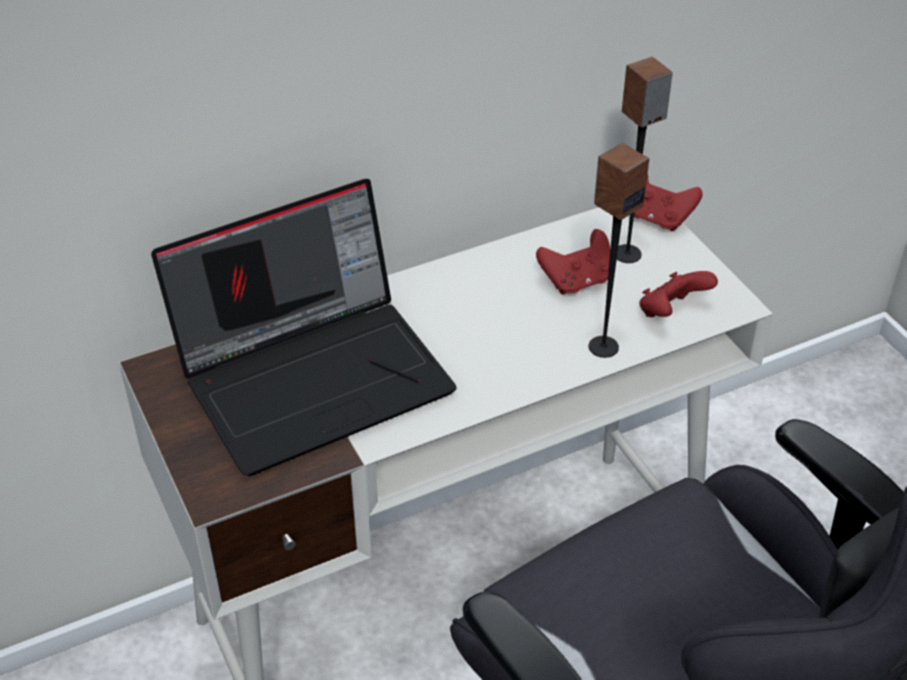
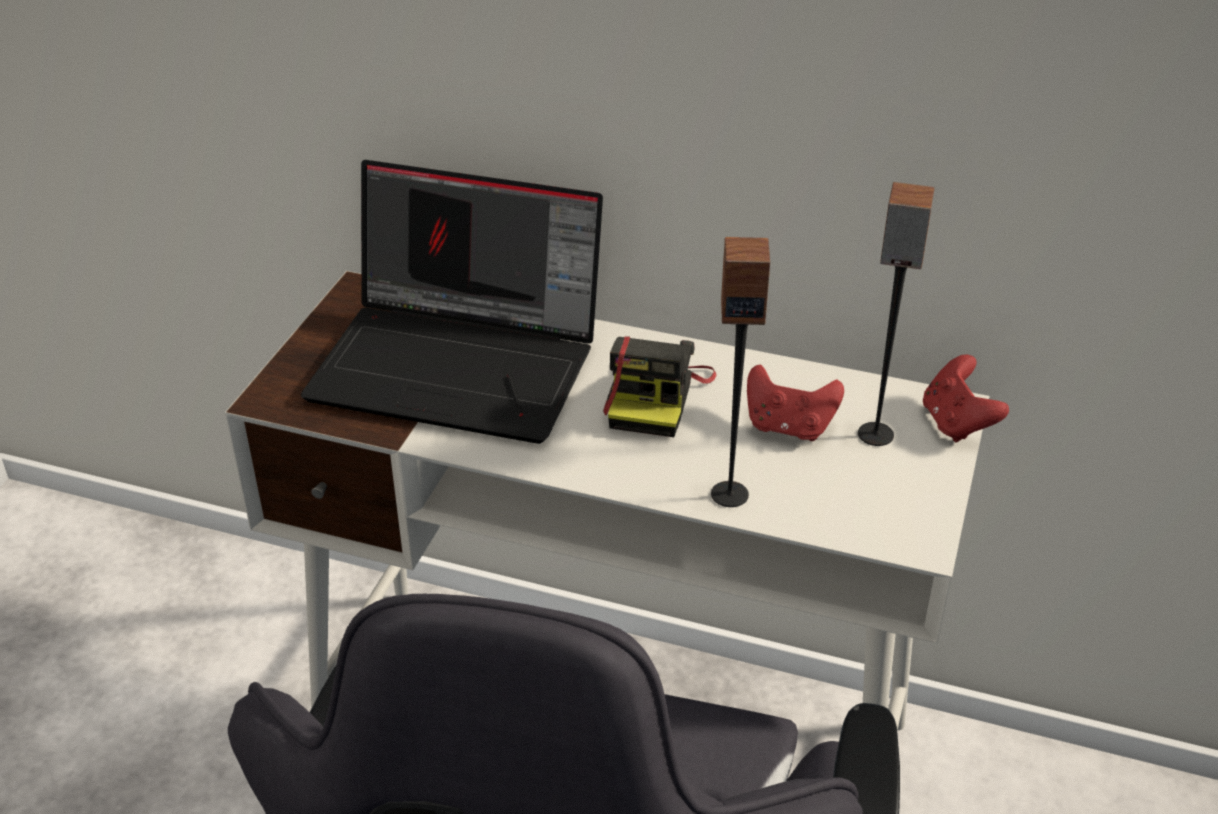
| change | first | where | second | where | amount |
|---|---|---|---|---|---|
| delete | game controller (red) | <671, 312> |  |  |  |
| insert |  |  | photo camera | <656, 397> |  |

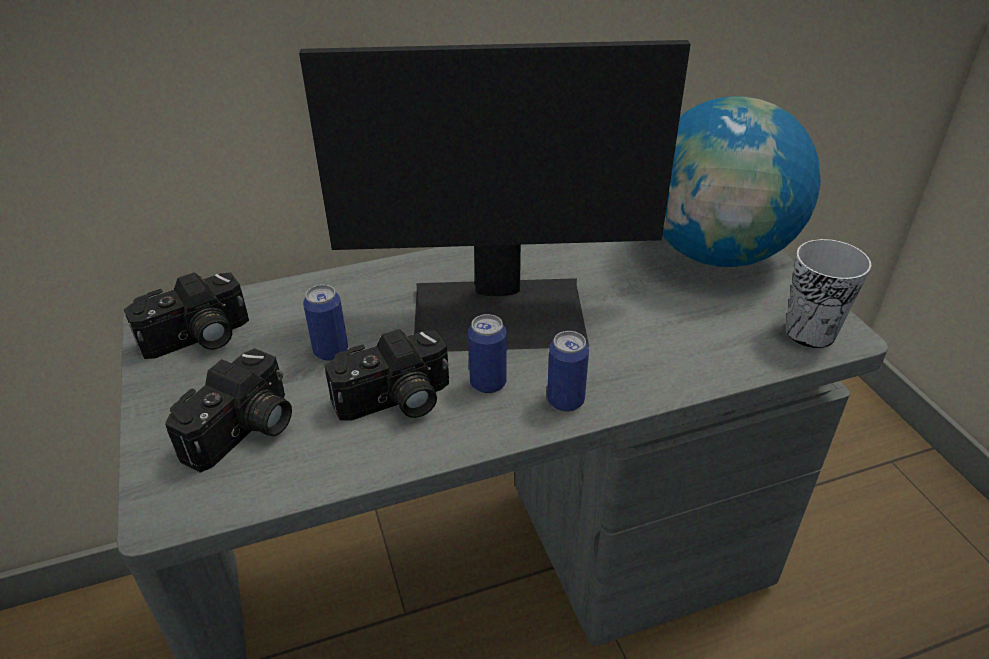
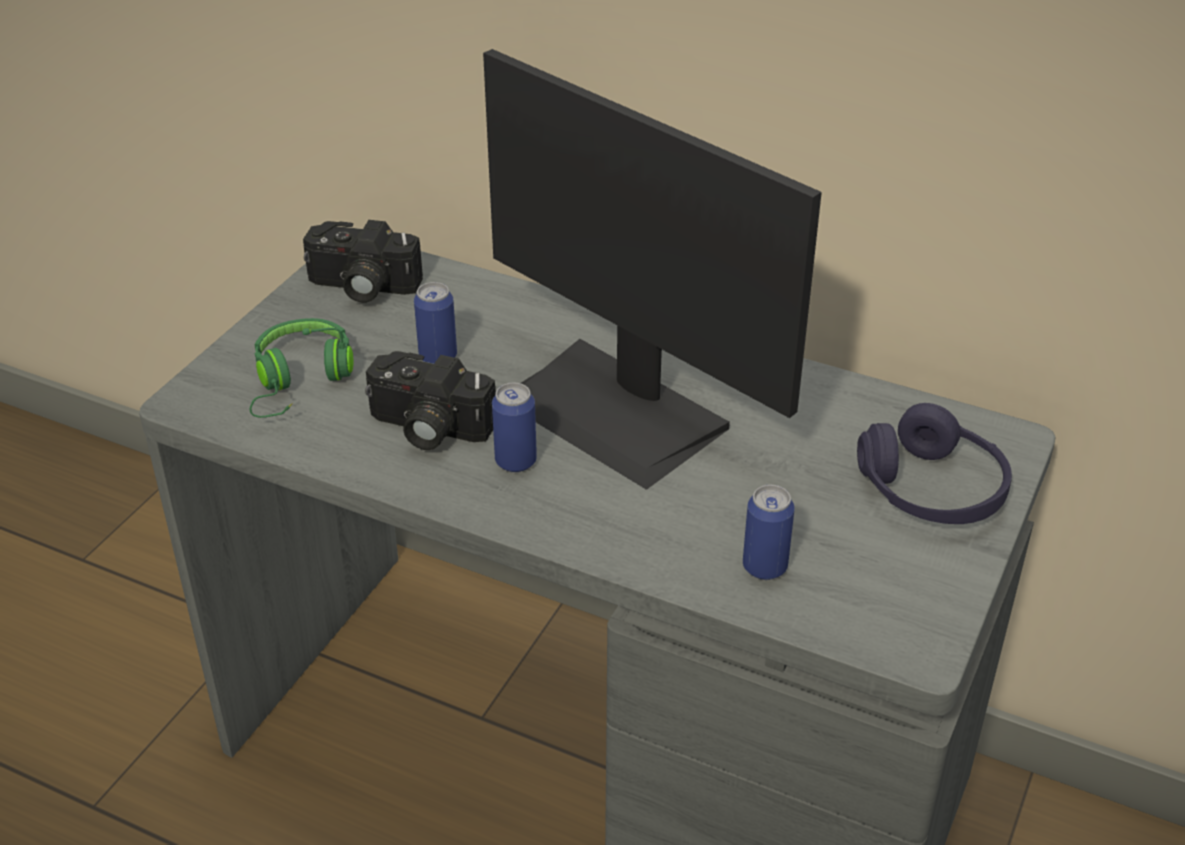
| change | first | where | second | where | amount |
|---|---|---|---|---|---|
| delete | cup | <810, 332> |  |  |  |
| move | can | <565, 401> |  | <764, 567> |  |
| replace | photo camera | <245, 432> | headphones (green) | <301, 380> |  |
| replace | globe | <716, 253> | headphones (purple) | <931, 490> |  |

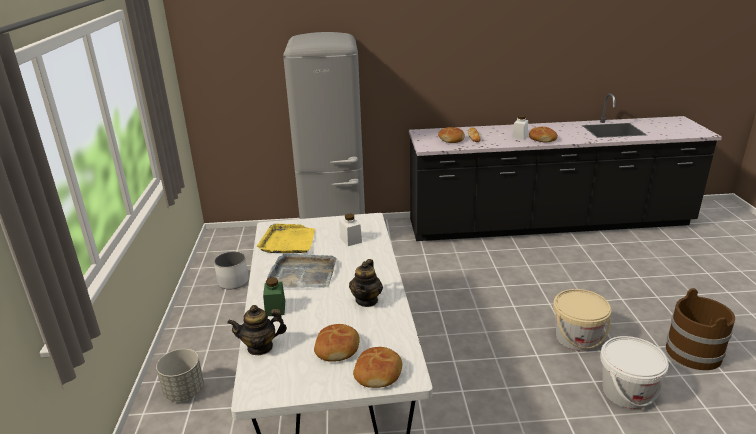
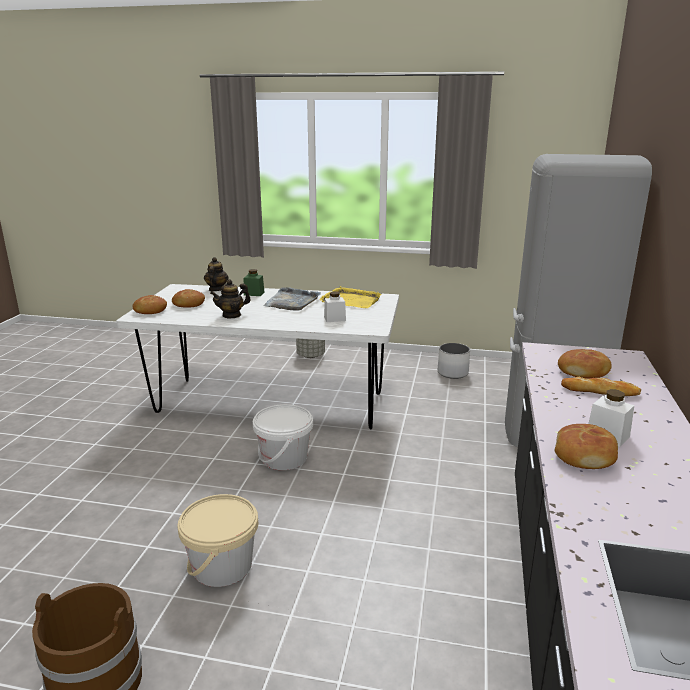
| change | first | where | second | where | amount |
|---|---|---|---|---|---|
| move | bucket (white) | <626, 392> |  | <284, 458> |  |
| rotate | teapot | <367, 300> |  | <232, 315> | 60 degrees counterclockwise |

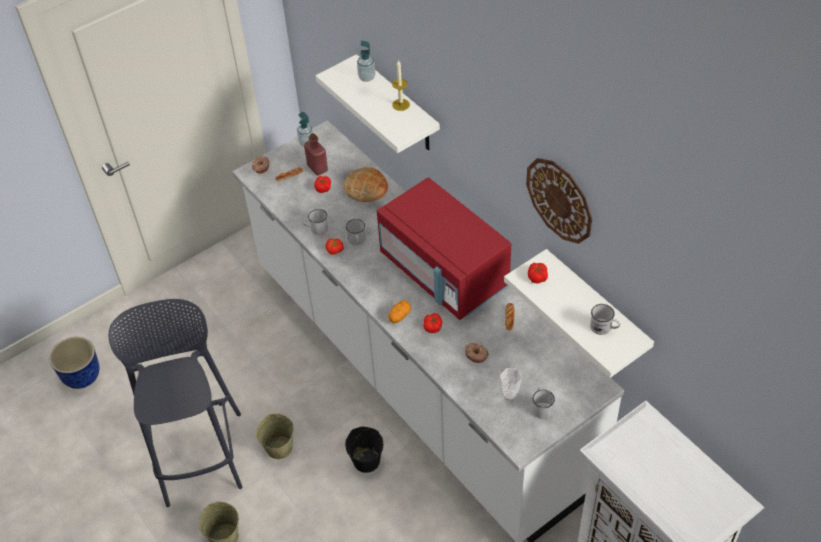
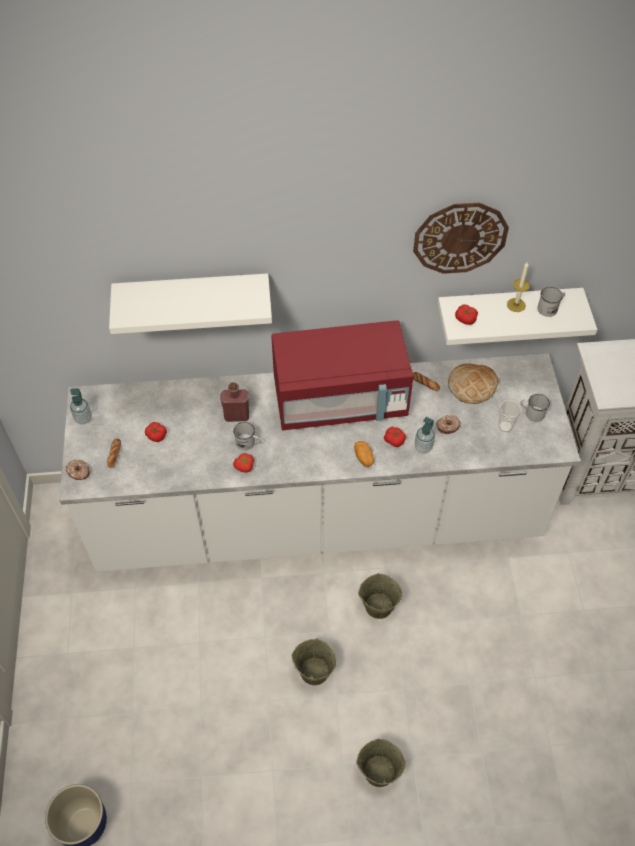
| change | first | where | second | where | amount |
|---|---|---|---|---|---|
| delete | stool (grey) | <198, 457> |  |  |  |
| delete | mug (white) | <316, 229> |  |  |  |
| move | bottle (red) | <317, 168> |  | <236, 416> |  |
| move | bread | <366, 188> |  | <472, 386> |  |
| move | soap dispenser | <367, 77> |  | <423, 447> |  |
| move | candle | <401, 104> |  | <516, 305> |  |
| recolor | bucket (black) | <366, 460> | bucket (beige) | <378, 606> |  |

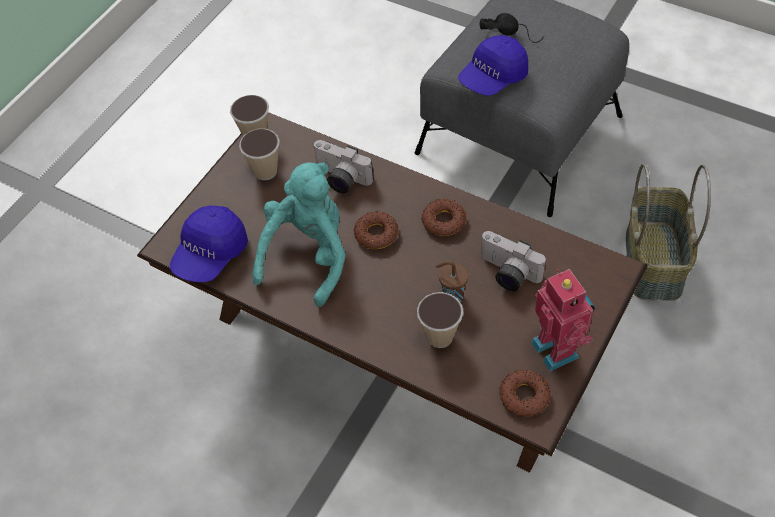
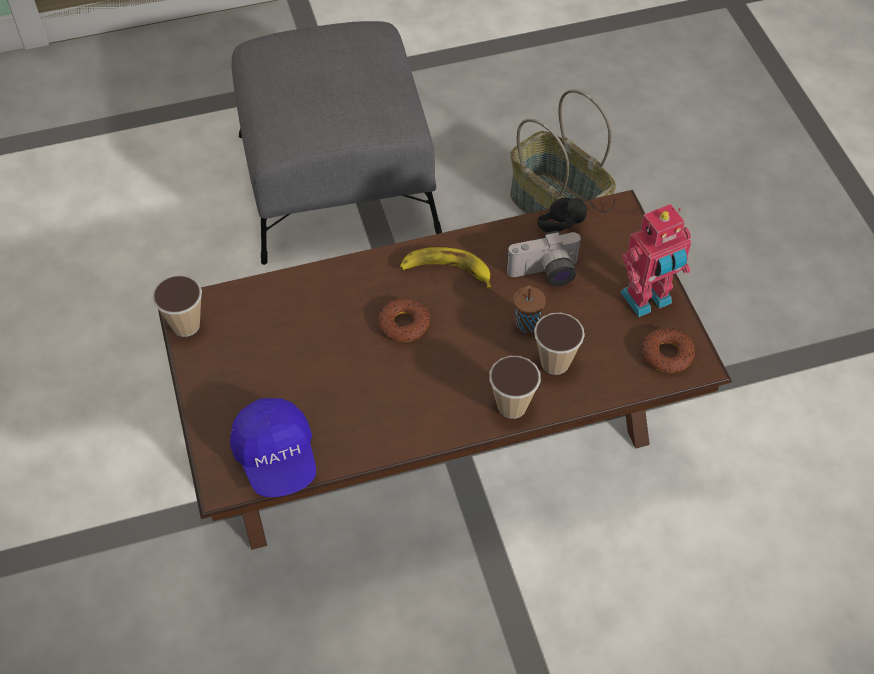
| change | first | where | second | where | amount |
|---|---|---|---|---|---|
| delete | plush toy (turquoise) | <308, 255> |  |  |  |
| delete | photo camera | <340, 179> |  |  |  |
| delete | cap (blue) | <493, 78> |  |  |  |
| move | cup | <265, 171> |  | <512, 406> |  |
| move | headphones (black) | <511, 34> |  | <573, 218> |  |
| replace | donut | <443, 221> | banana | <446, 271> |  |
| rotate | toy robot | <557, 348> |  | <648, 300> | 135 degrees clockwise |

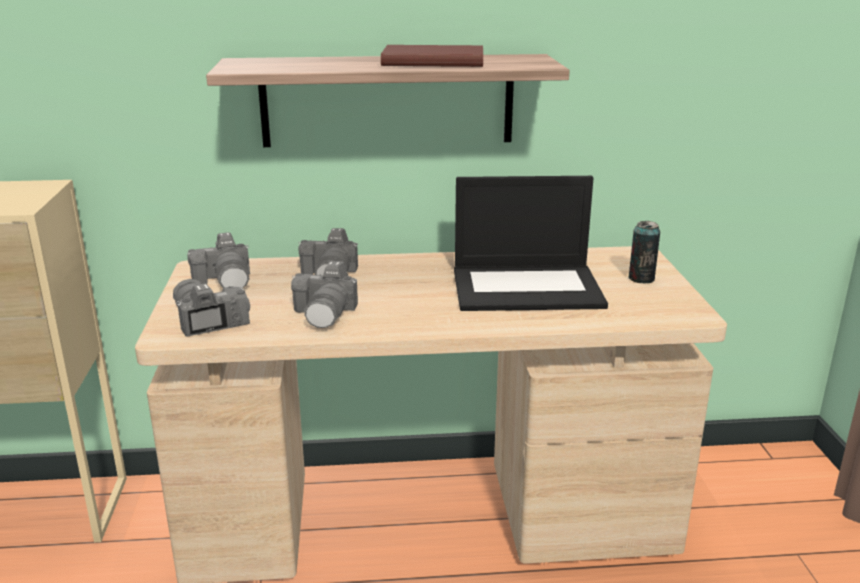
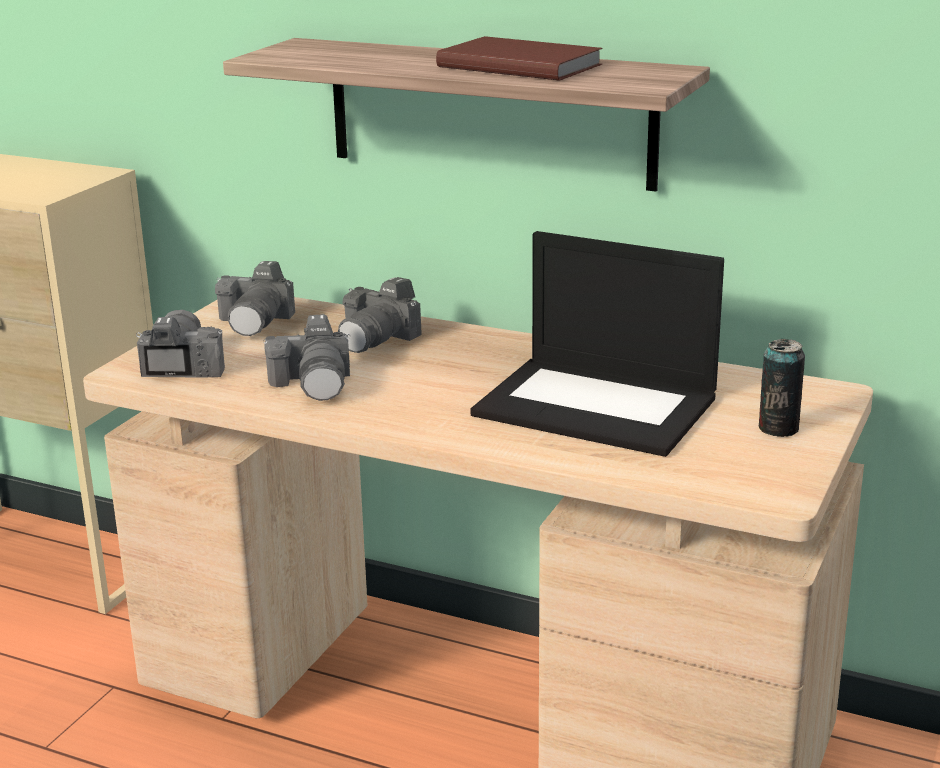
| change | first | where | second | where | amount |
|---|---|---|---|---|---|
| rotate | photo camera | <326, 313> |  | <315, 383> | 45 degrees counterclockwise |

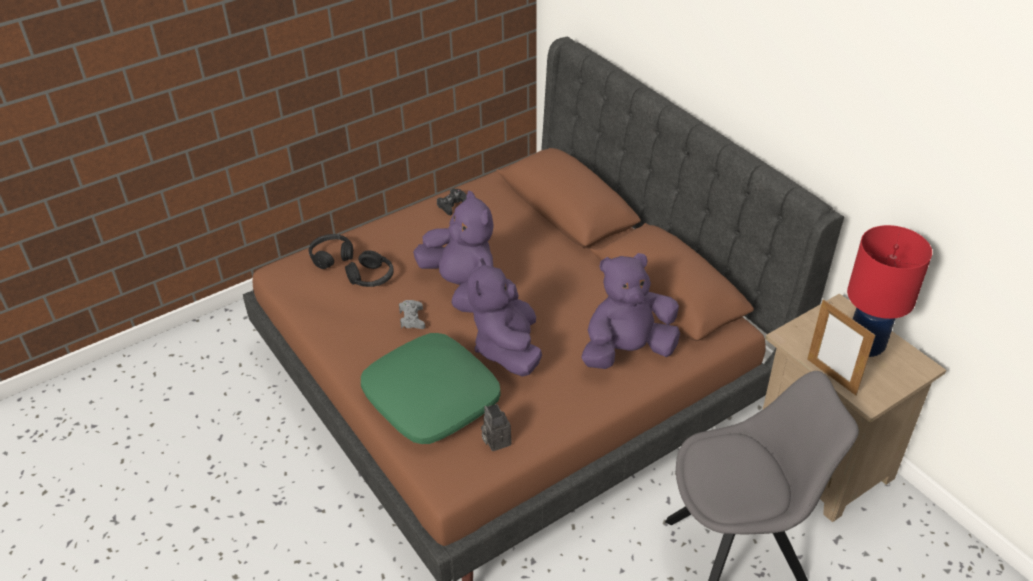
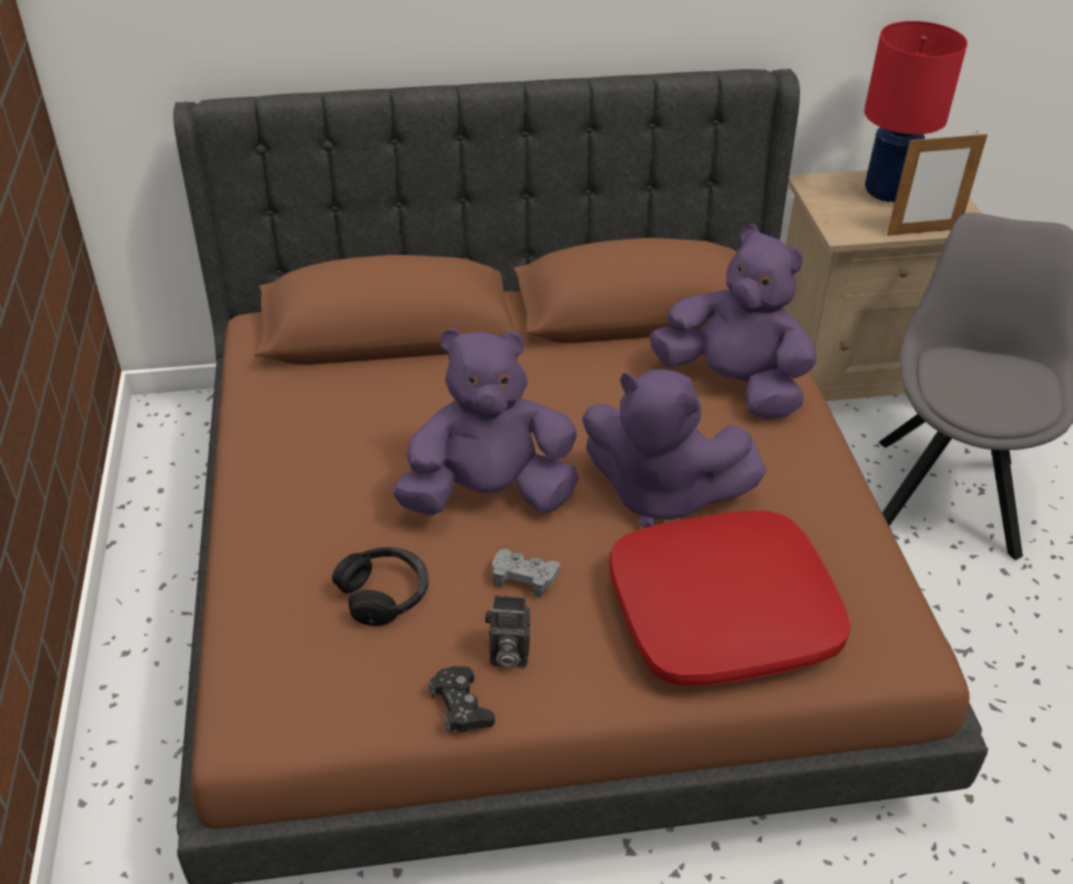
| change | first | where | second | where | amount |
|---|---|---|---|---|---|
| delete | headphones (black) | <331, 256> |  |  |  |
| move | game controller (black) | <452, 205> |  | <461, 706> |  |
| move | photo camera | <495, 440> |  | <507, 654> |  |
| recolor | pillow (green) | <432, 398> | pillow (red) | <722, 613> |  |
| rotate | plush toy (purple) | <627, 351> |  | <733, 385> | 120 degrees clockwise |

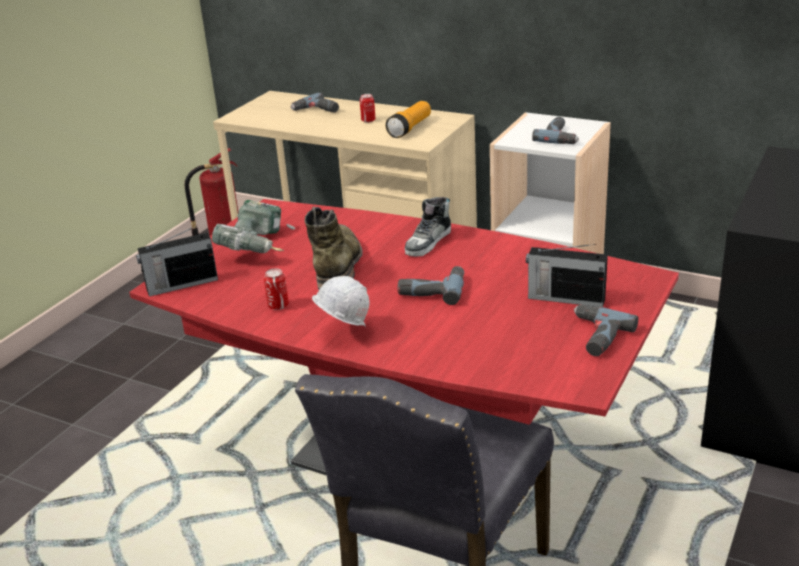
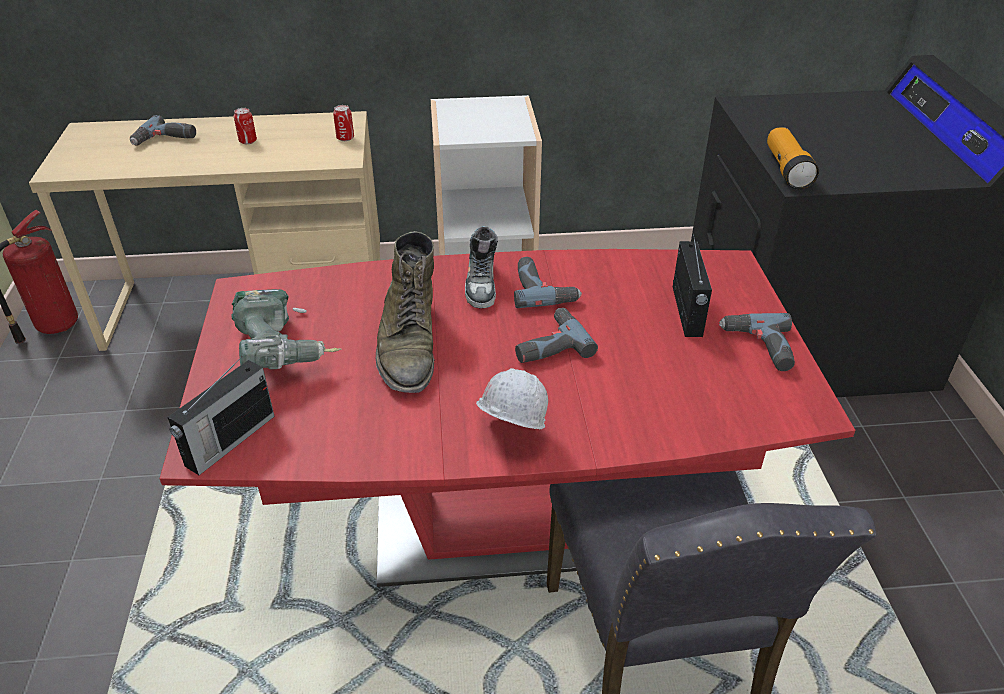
| change | first | where | second | where | amount |
|---|---|---|---|---|---|
| move | can | <278, 306> |  | <345, 138> |  |
| move | flashlight | <410, 128> |  | <787, 170> |  |
| move | power drill | <561, 137> |  | <543, 289> |  |
| rotate | boot (green) | <337, 265> |  | <408, 346> | 150 degrees counterclockwise |
| rotate | radio | <564, 298> |  | <687, 312> | 75 degrees counterclockwise |

